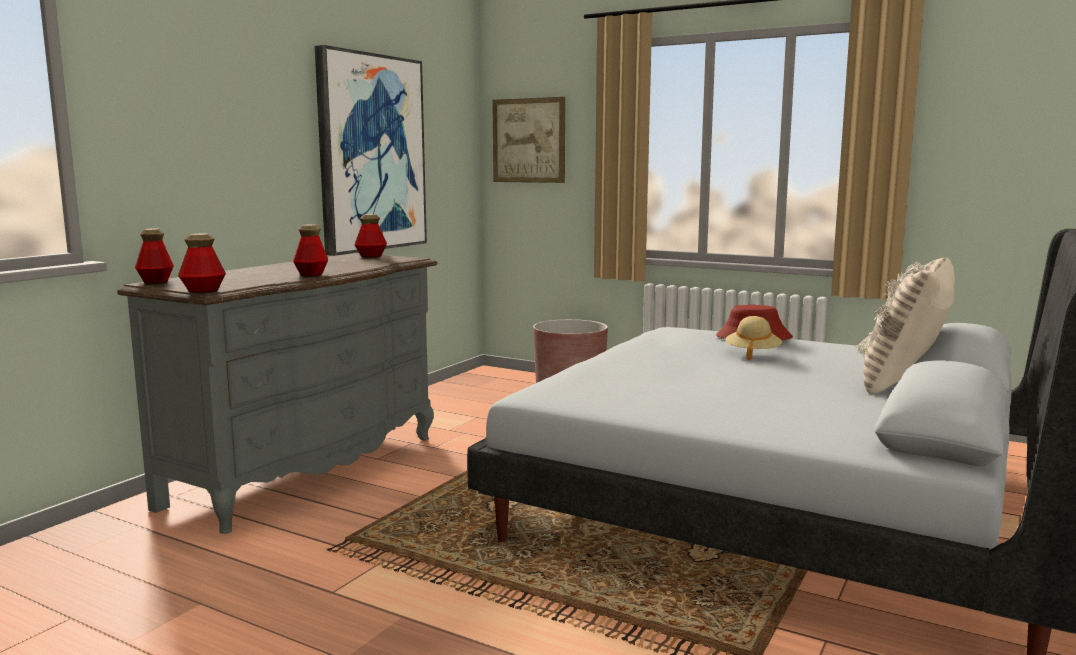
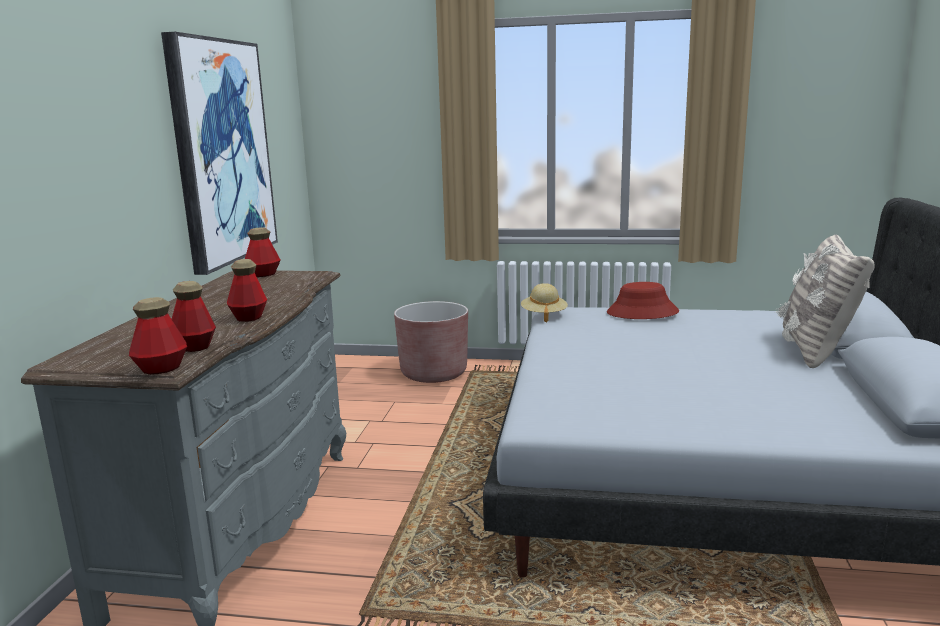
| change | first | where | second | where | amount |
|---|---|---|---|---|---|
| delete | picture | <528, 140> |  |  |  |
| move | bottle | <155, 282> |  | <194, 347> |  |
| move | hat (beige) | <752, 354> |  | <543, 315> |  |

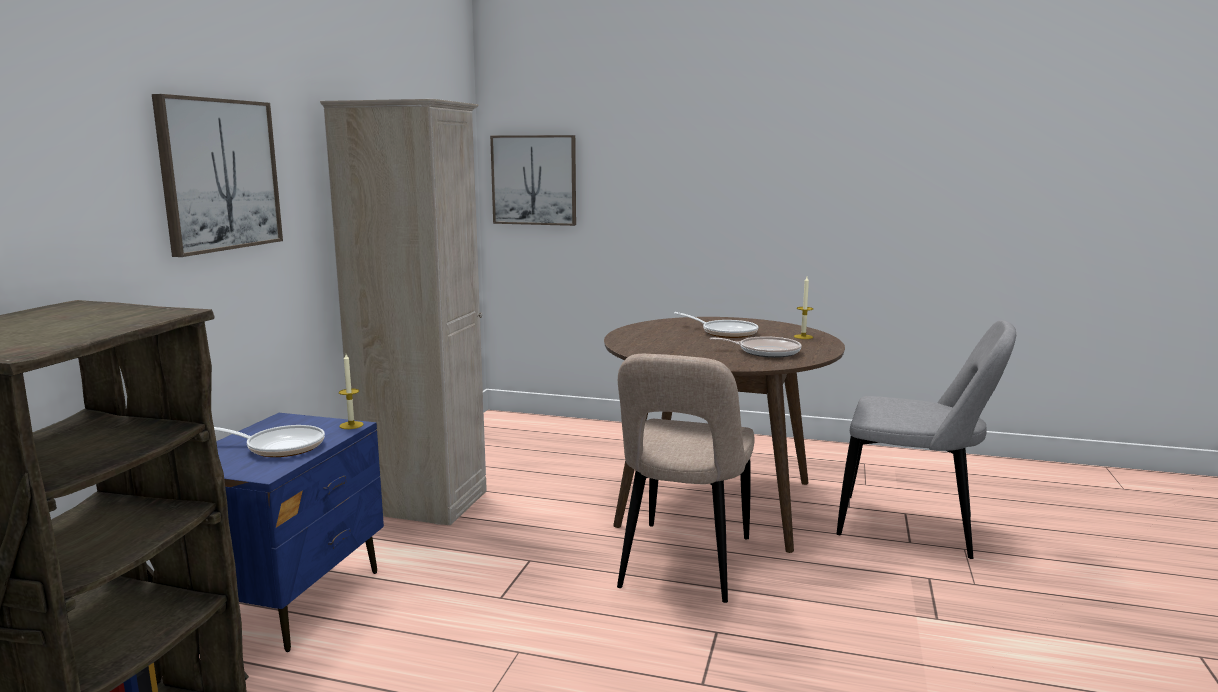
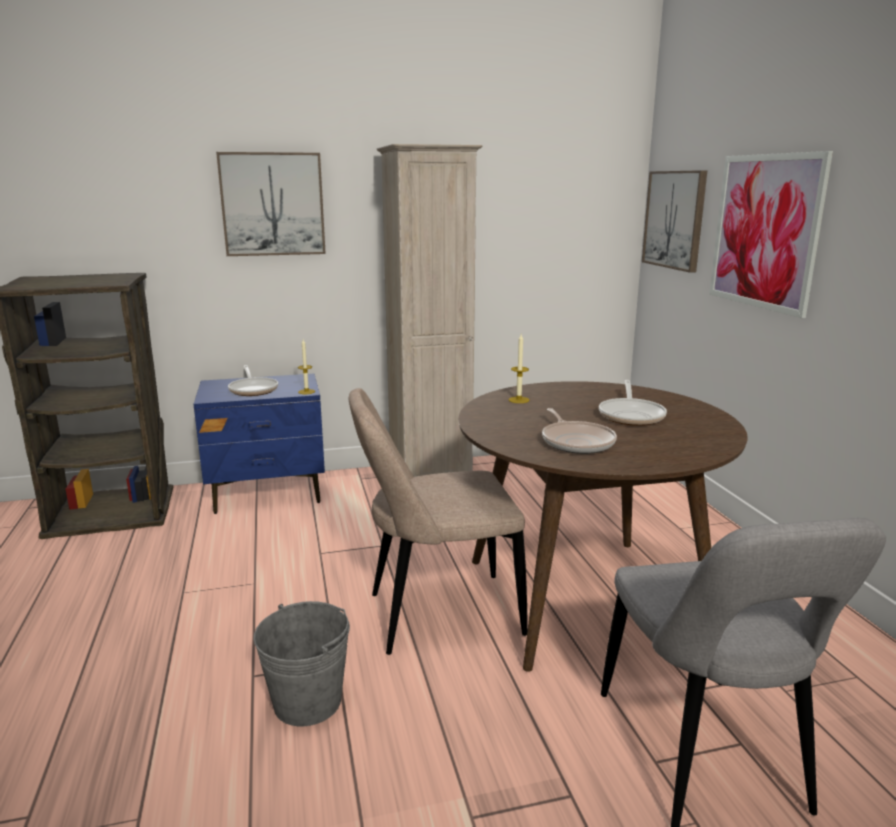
| change | first | where | second | where | amount |
|---|---|---|---|---|---|
| insert |  |  | bucket (grey) | <307, 701> |  |
| insert |  |  | picture | <765, 231> |  |
| move | candle | <803, 337> |  | <518, 400> |  |

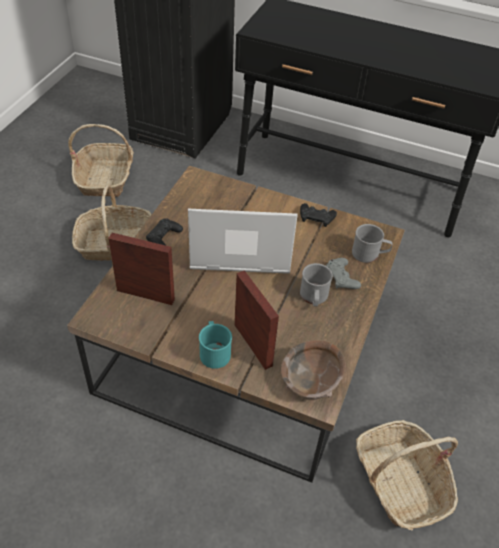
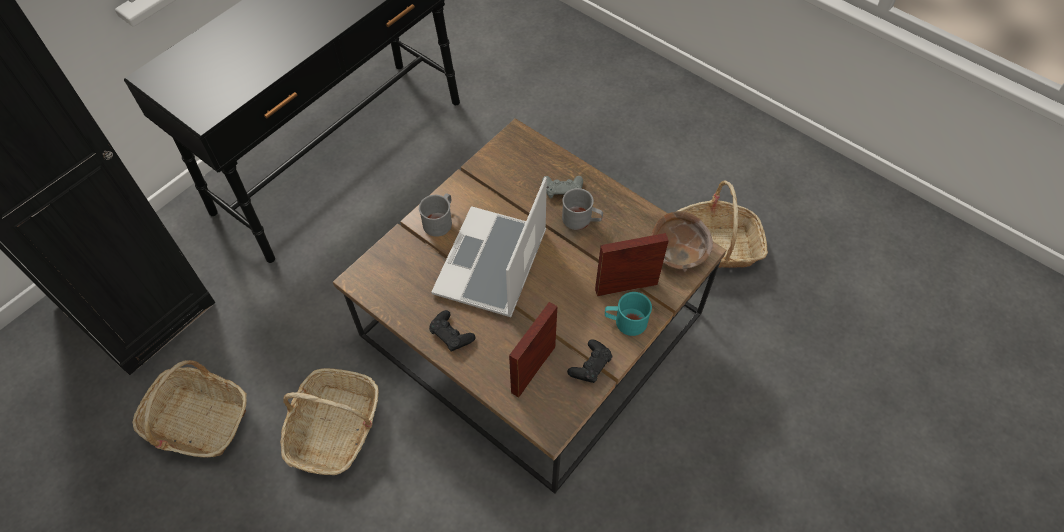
| change | first | where | second | where | amount |
|---|---|---|---|---|---|
| move | game controller (black) | <316, 218> |  | <590, 365> |  |
| move | mug (grey) | <369, 254> |  | <440, 221> |  |

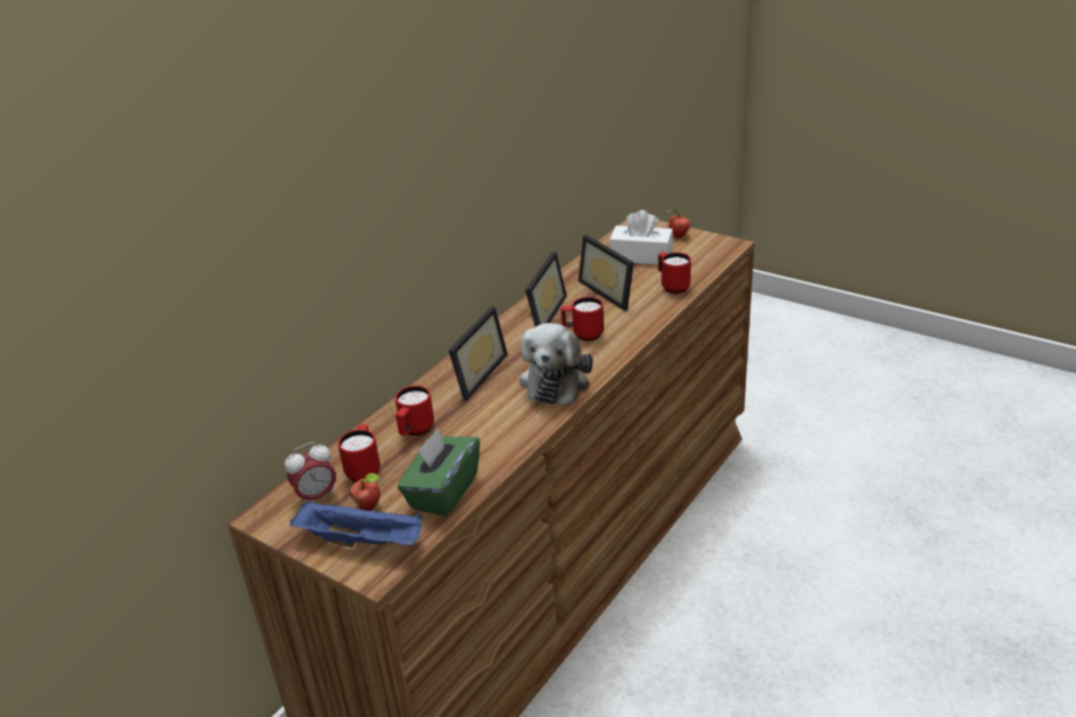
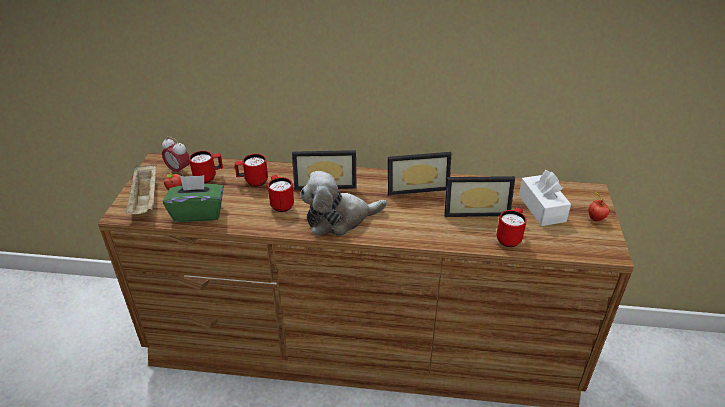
| change | first | where | second | where | amount |
|---|---|---|---|---|---|
| move | mug (red) | <583, 335> |  | <281, 204> |  |
| recolor | tray (blue) | <363, 541> | tray (beige) | <146, 200> |  |
| rotate | picture frame | <612, 291> |  | <475, 209> | 120 degrees counterclockwise |

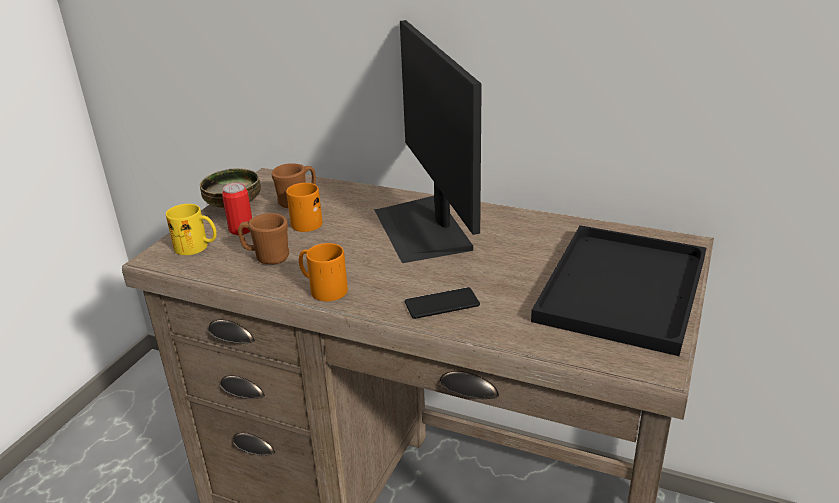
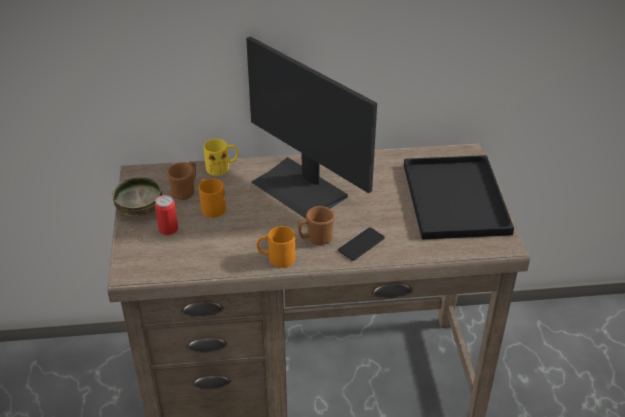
| change | first | where | second | where | amount |
|---|---|---|---|---|---|
| move | mug (yellow) | <197, 247> |  | <222, 167> |  |
| move | mug (brown) | <267, 257> |  | <316, 239> |  |

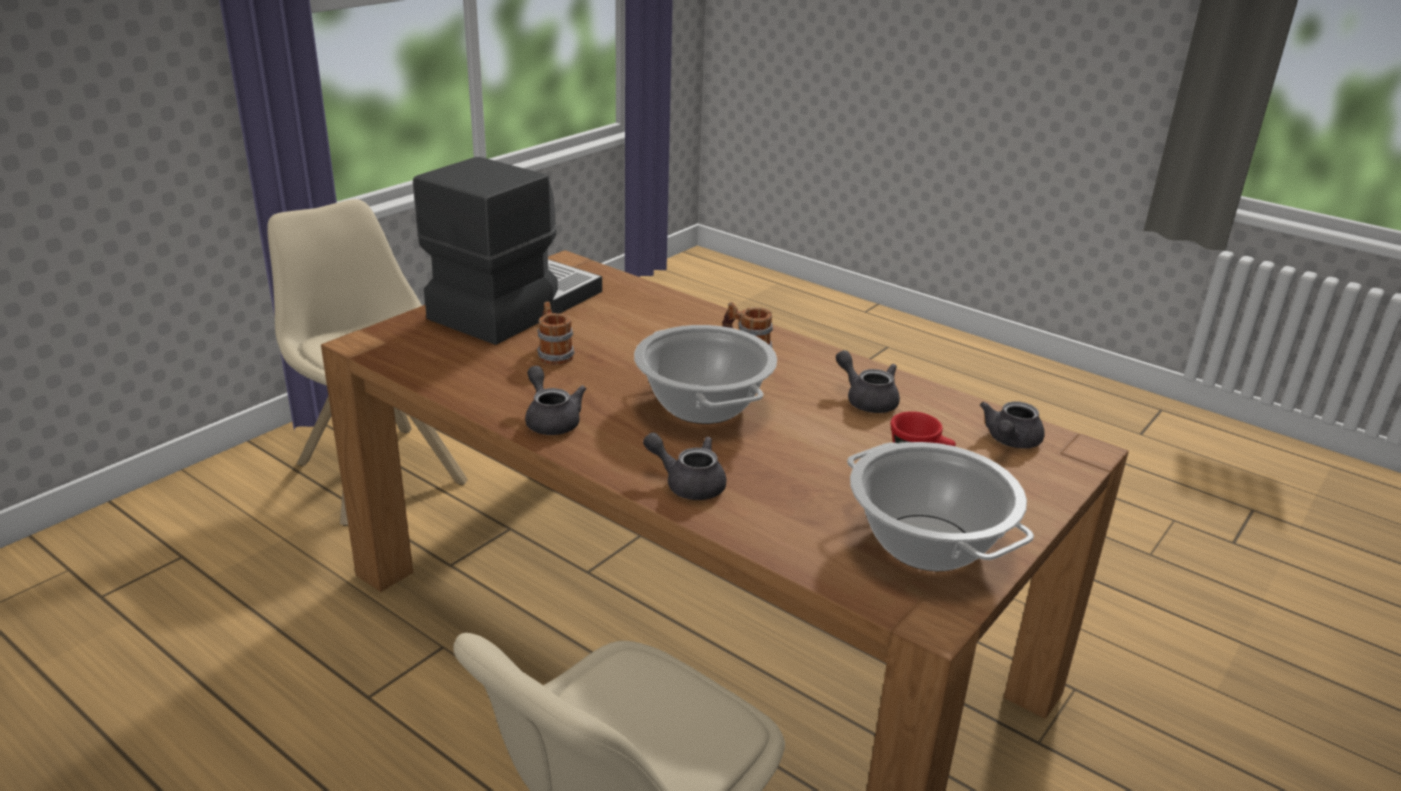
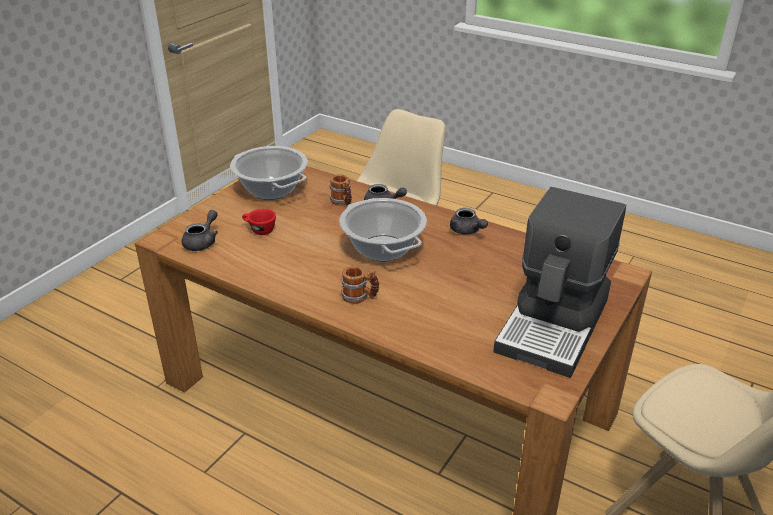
| change | first | where | second | where | amount |
|---|---|---|---|---|---|
| delete | teapot (grey) | <867, 399> |  |  |  |
| move | mug | <553, 354> |  | <342, 202> |  |

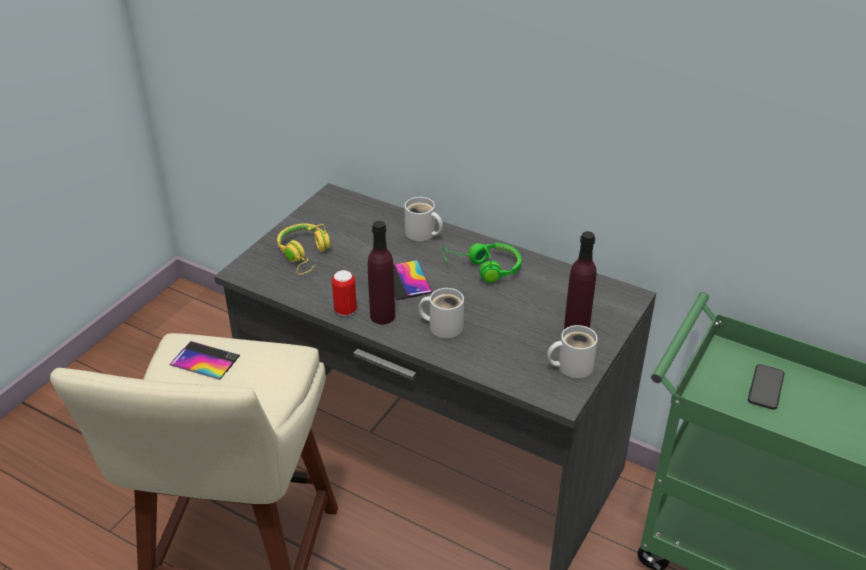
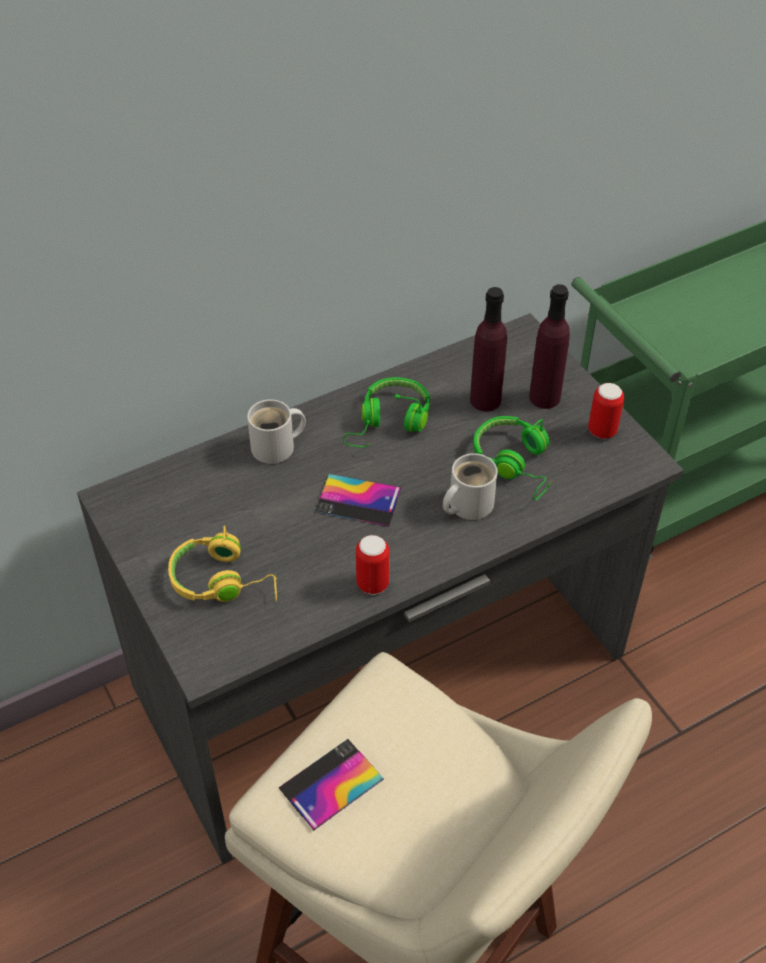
| change | first | where | second | where | amount |
|---|---|---|---|---|---|
| delete | phone | <765, 387> |  |  |  |
| insert |  |  | headphones (green) | <516, 463> |  |
| move | bottle (purple) | <382, 316> |  | <485, 400> |  |
| replace | mug (white) | <571, 365> | can | <602, 431> |  |

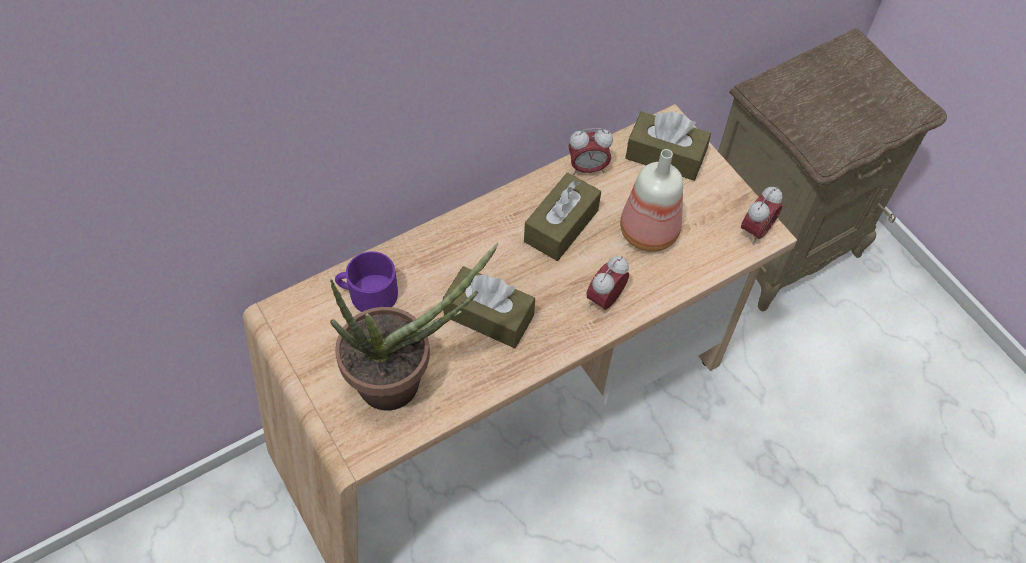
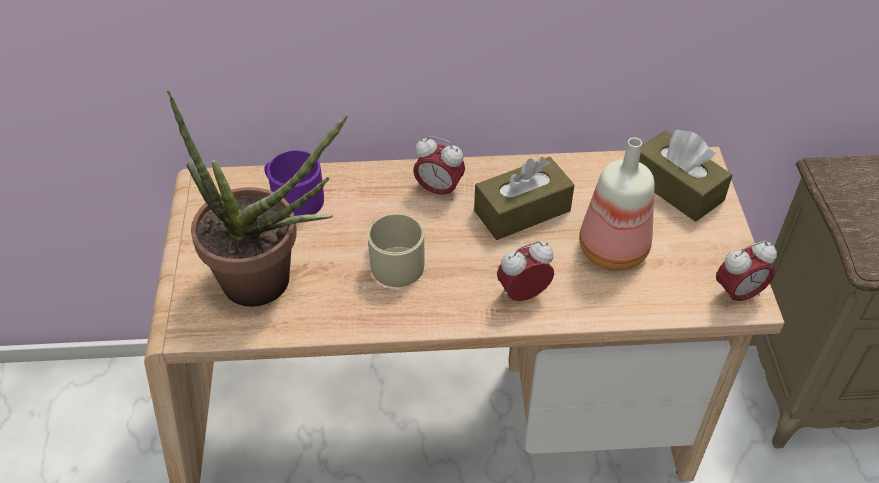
| change | first | where | second | where | amount |
|---|---|---|---|---|---|
| move | alarm clock | <587, 168> |  | <438, 190> |  |
| replace | tissue box (brown) | <488, 316> | mug (beige) | <393, 261> |  |

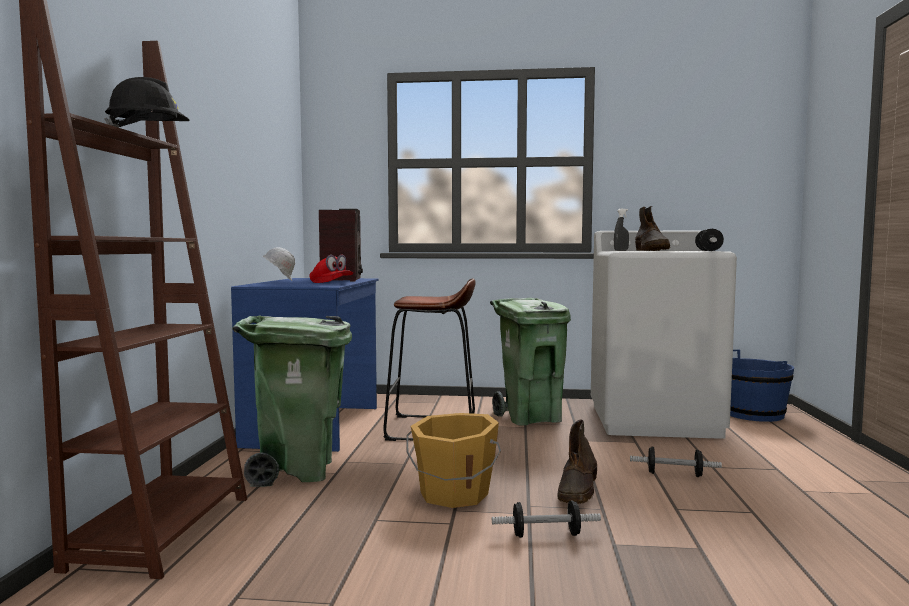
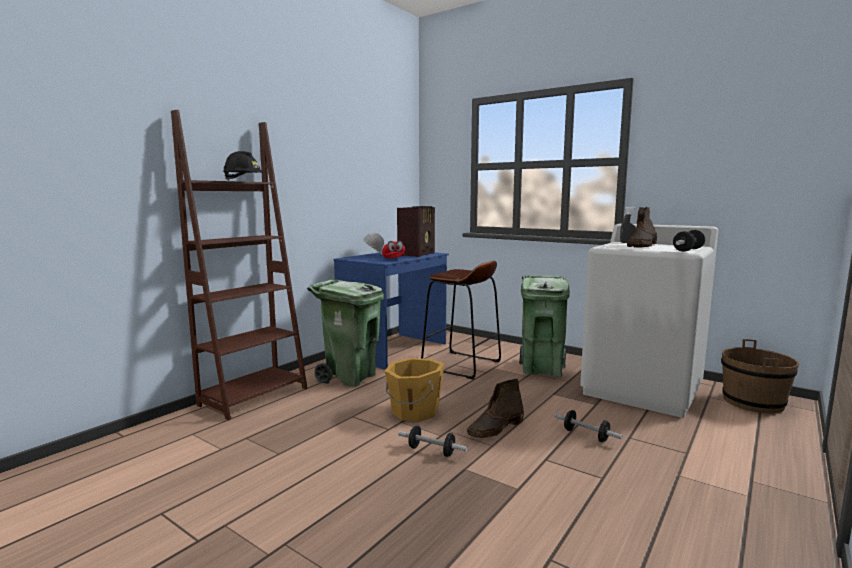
| change | first | where | second | where | amount |
|---|---|---|---|---|---|
| recolor | bucket (blue) | <753, 414> | bucket (brown) | <753, 402> |  |

